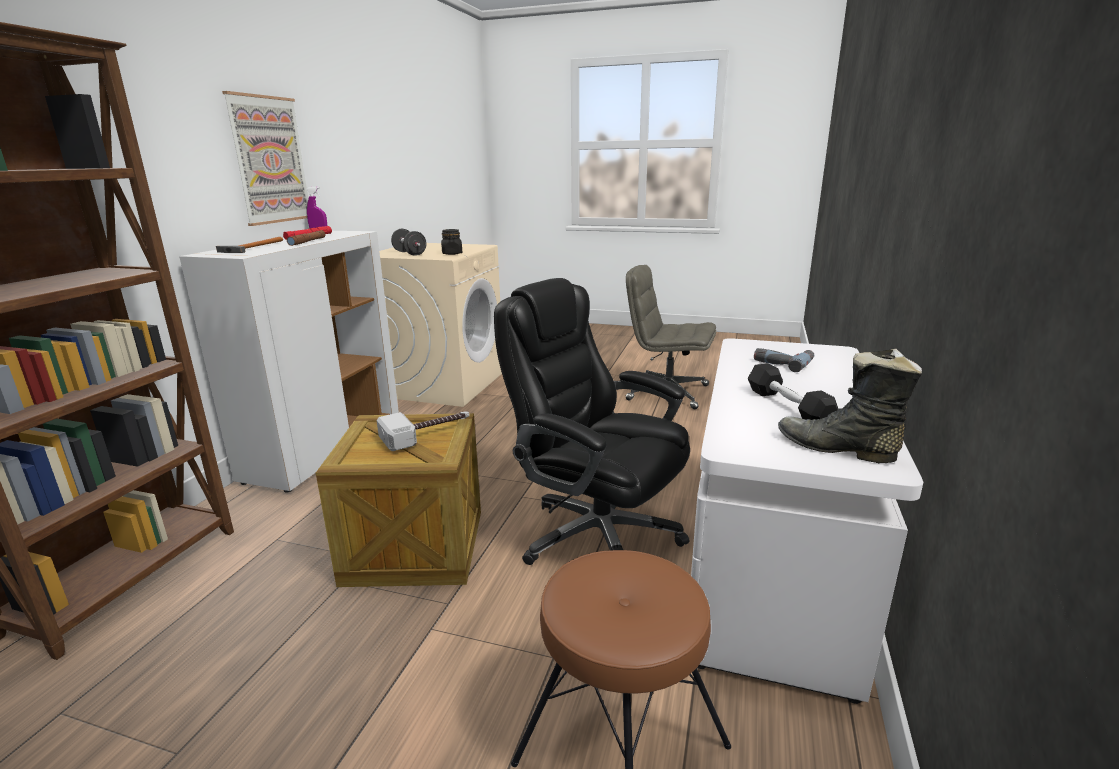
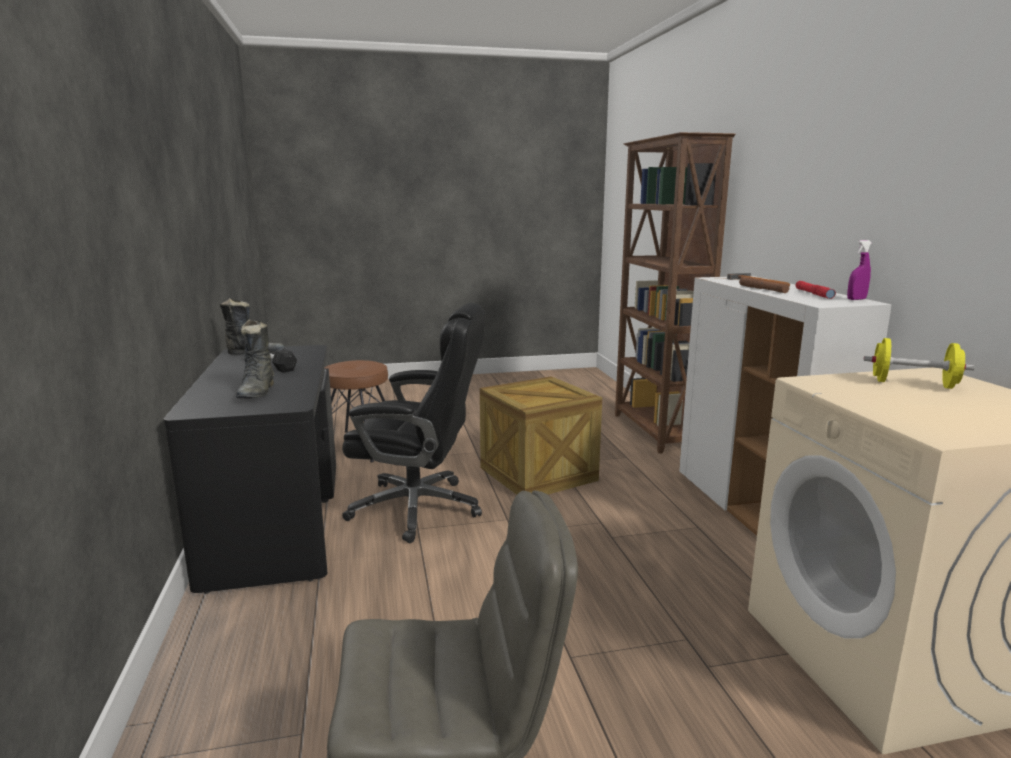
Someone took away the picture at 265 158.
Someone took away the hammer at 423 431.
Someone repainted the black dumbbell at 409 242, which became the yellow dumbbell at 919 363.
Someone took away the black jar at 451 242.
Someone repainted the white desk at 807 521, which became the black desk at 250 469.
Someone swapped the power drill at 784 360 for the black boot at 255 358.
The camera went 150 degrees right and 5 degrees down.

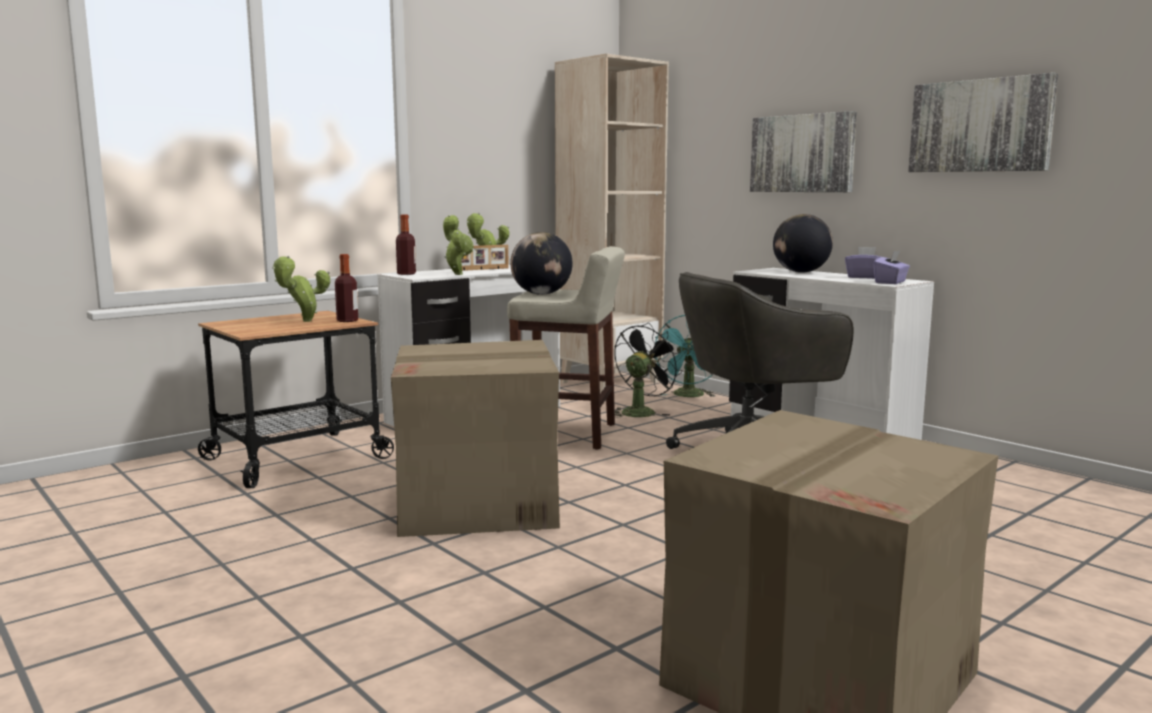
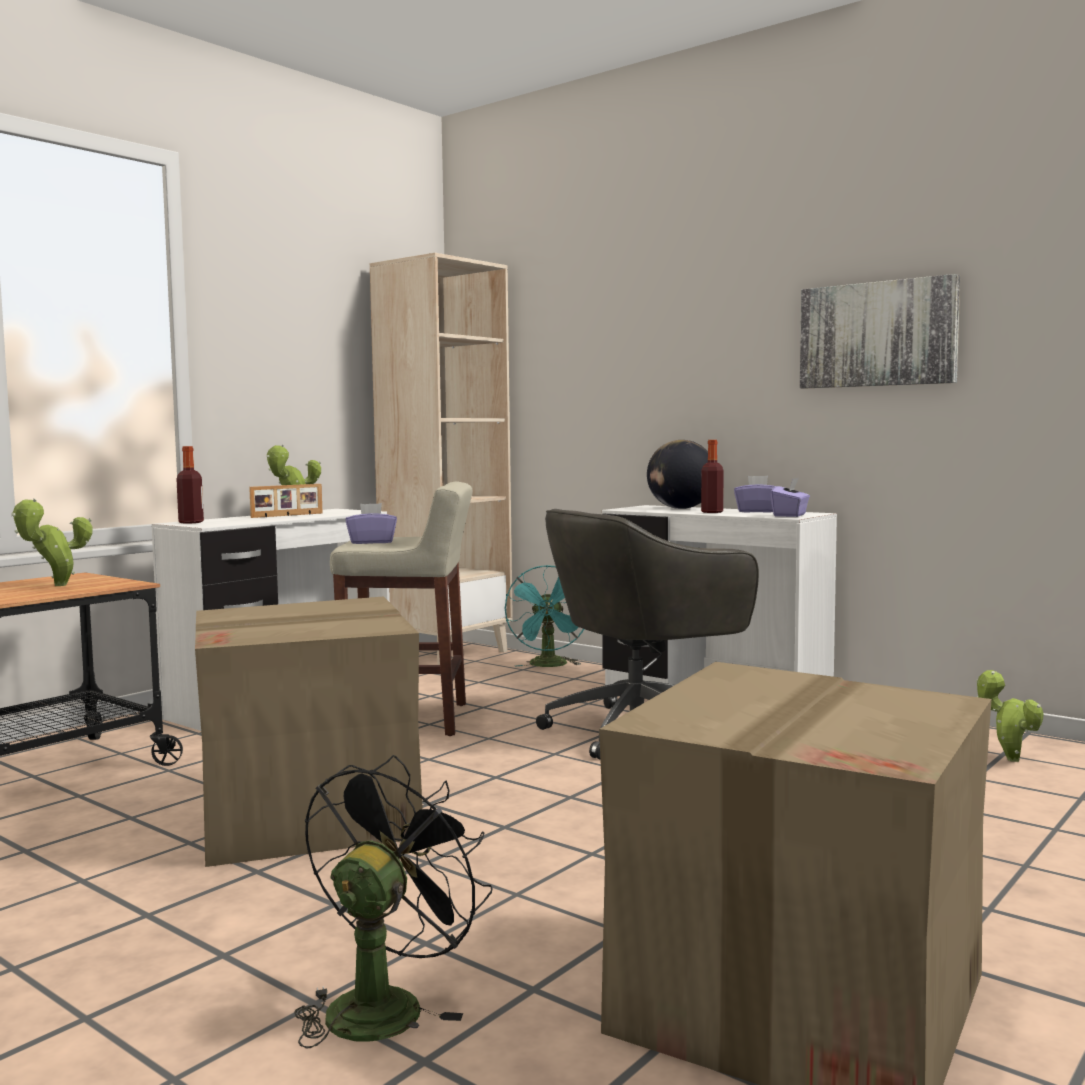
Someone carried the bottle from 346 288 to 712 476.
Someone carried the potted plant from 458 245 to 1009 716.
Someone swapped the globe at 541 263 for the purple tissue box at 371 523.
Someone carried the black fan from 648 370 to 393 902.
Someone took away the picture at 803 151.
The camera went 10 degrees left and 5 degrees down.

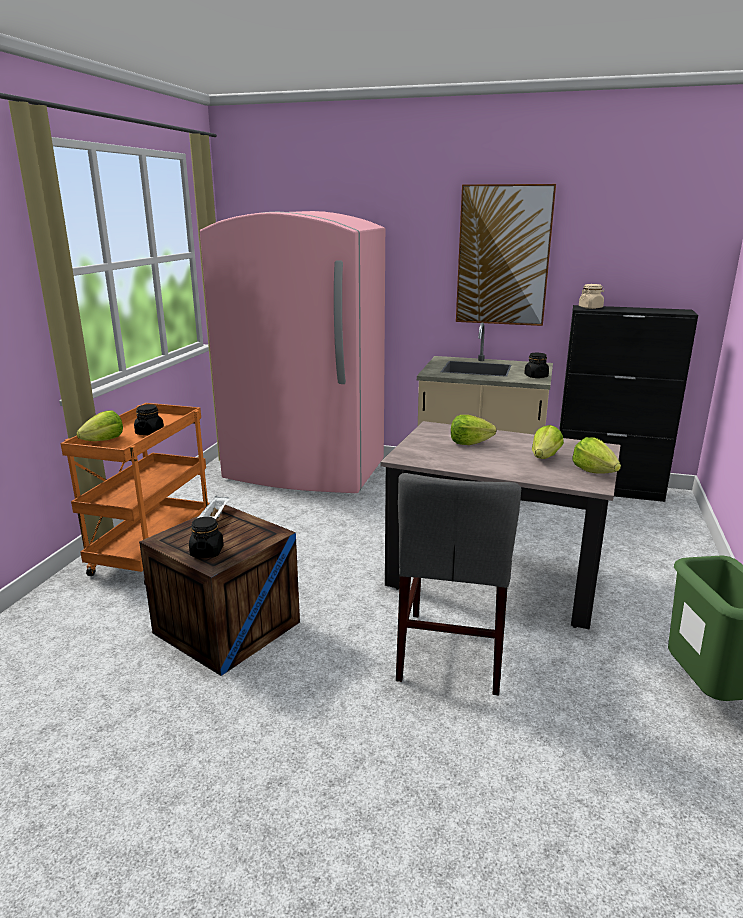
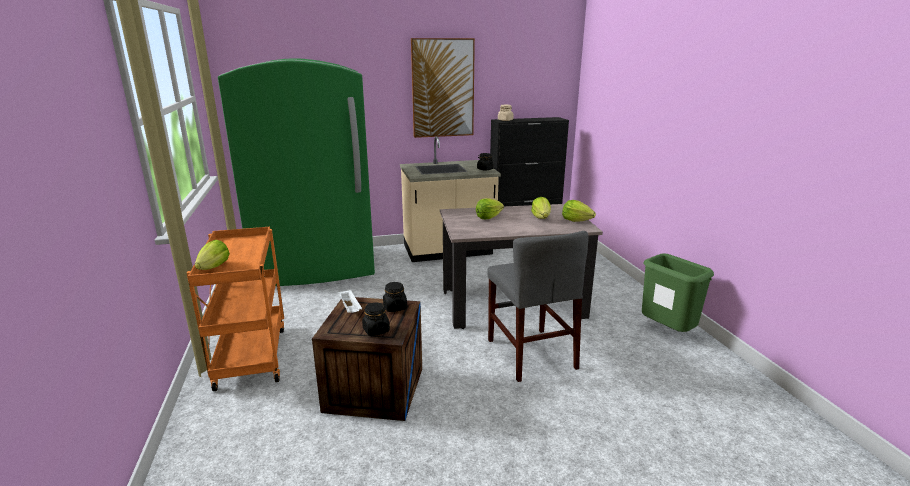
Someone carried the black jar from 149 419 to 395 297.
Someone repainted the pink fridge at 292 352, which became the green fridge at 296 172.
The camera went 30 degrees left and 0 degrees up.

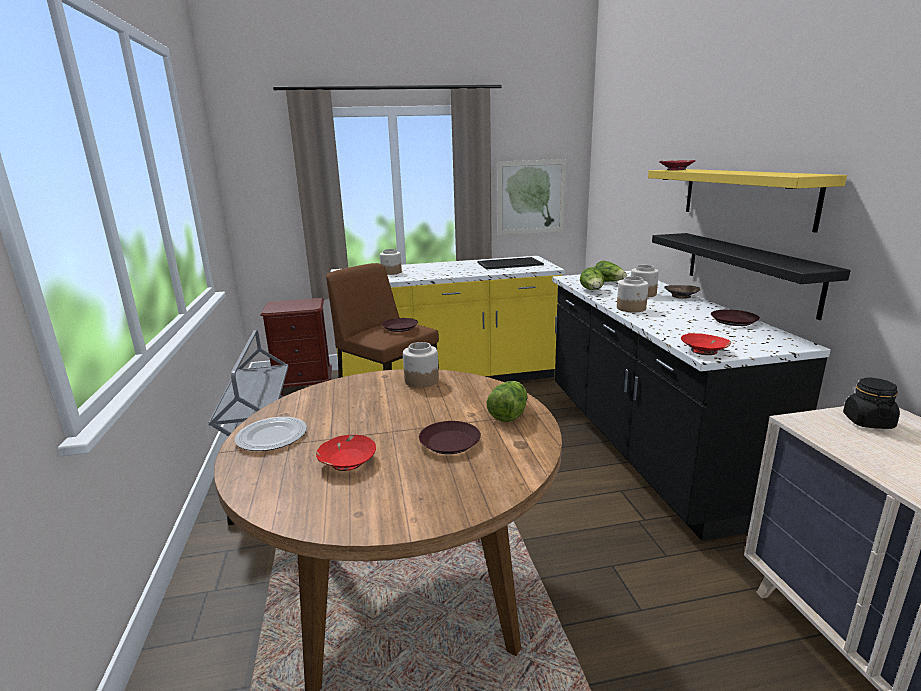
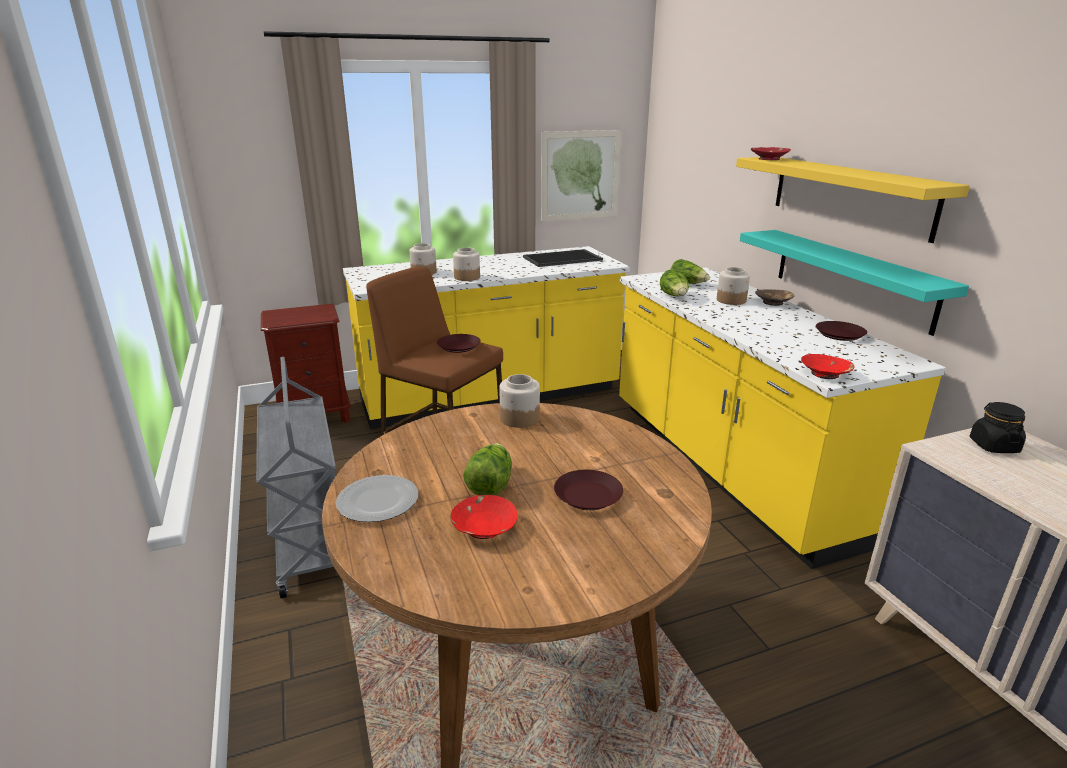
Someone carried the lettuce from 507 401 to 487 469.
Someone repainted the black counter at 691 406, which became the yellow counter at 782 418.
Someone carried the jar from 632 294 to 466 264.
Someone repainted the black shelf at 751 276, which became the turquoise shelf at 854 283.
The camera went 10 degrees left and 5 degrees up.

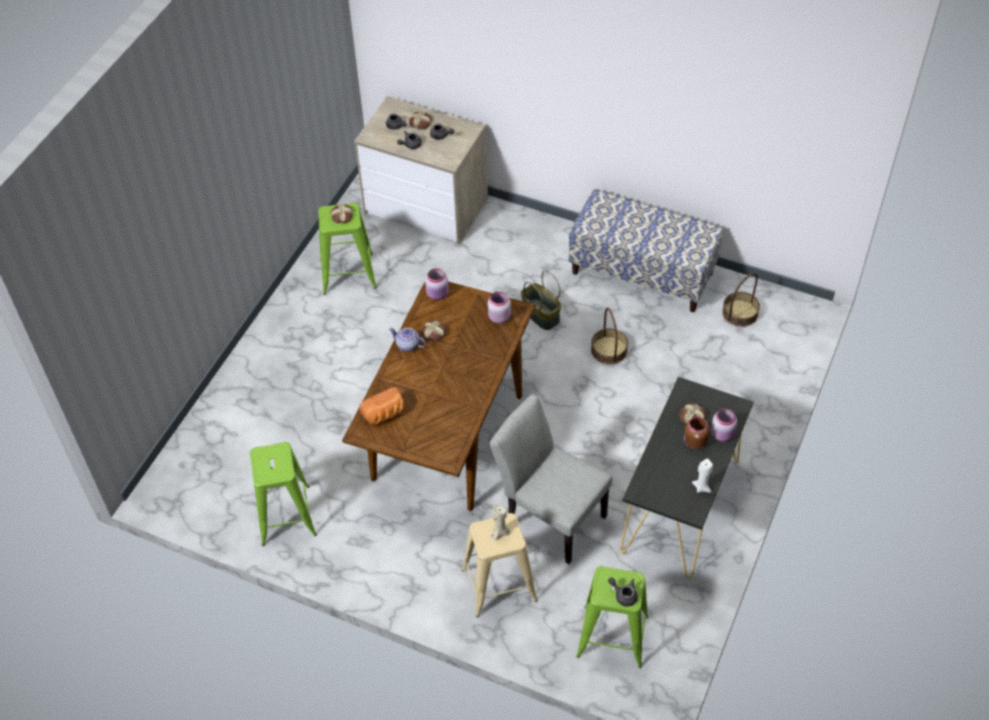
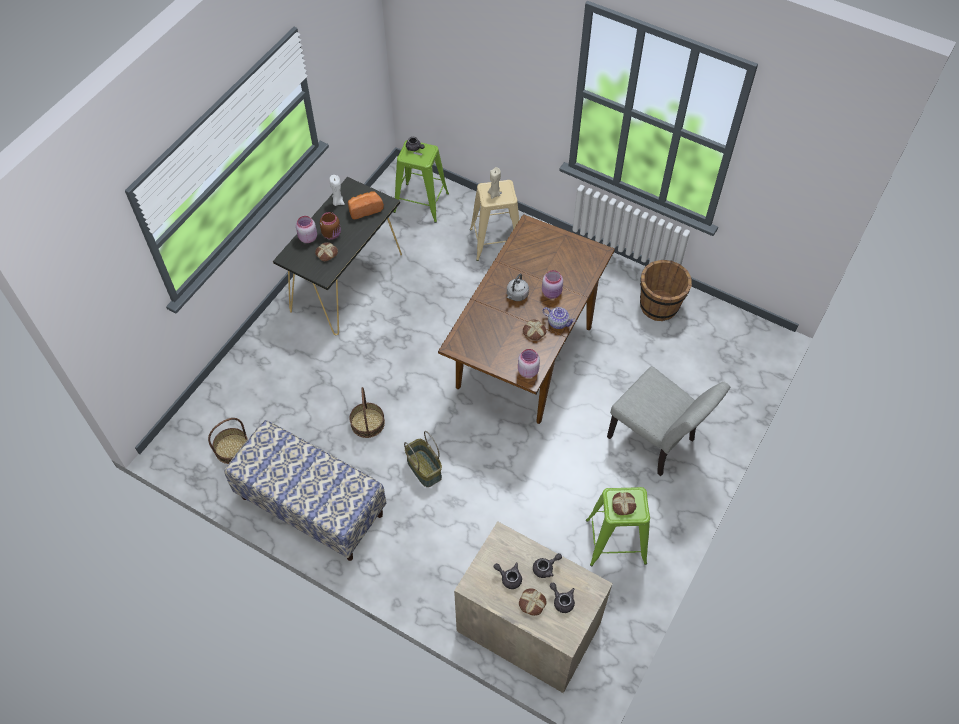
Someone swapped the green stool at 283 494 for the brown bucket at 666 290.
Someone carried the bread from 382 406 to 366 205.
Someone carried the pink jar from 499 307 to 552 284.
Someone carried the grey chair from 550 479 to 668 421.
Someone put down the grey kettle at 518 287.
The camera went 175 degrees left and 5 degrees up.

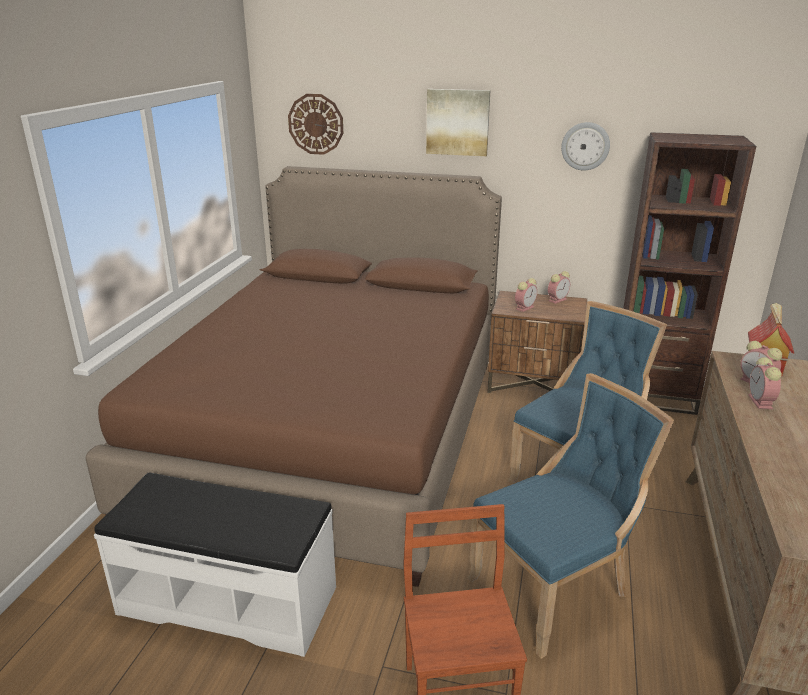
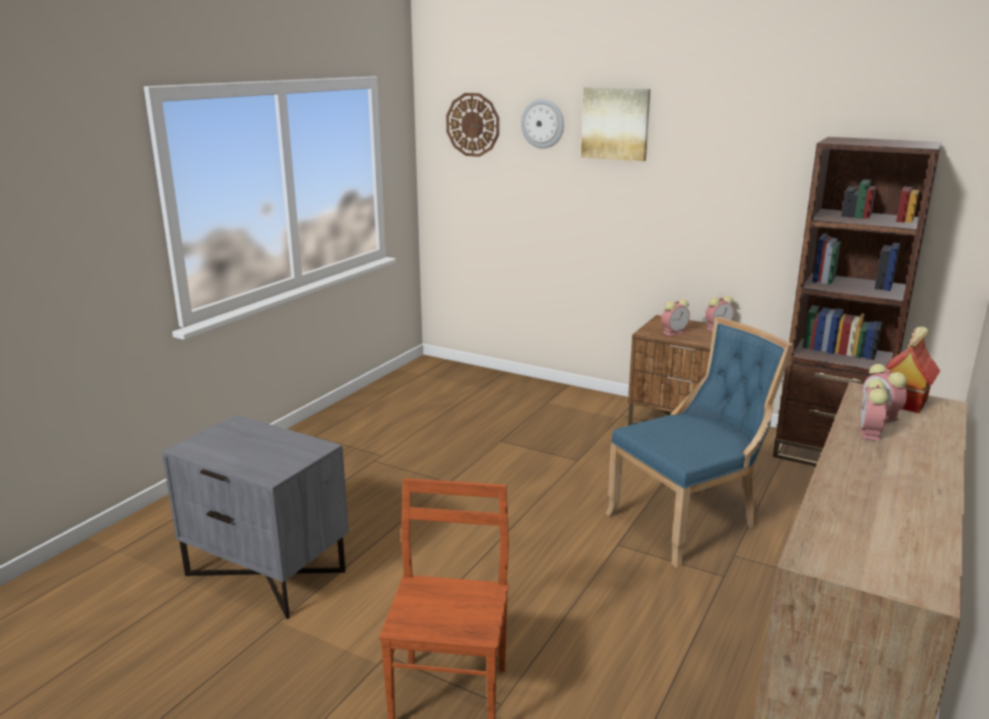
Someone took away the brown bed at 294 376.
Someone swapped the white bench at 215 564 for the grey nightstand at 255 517.
Someone took away the blue chair at 570 516.
Someone carried the wall clock from 585 146 to 542 124.
The camera went 15 degrees right and 5 degrees down.

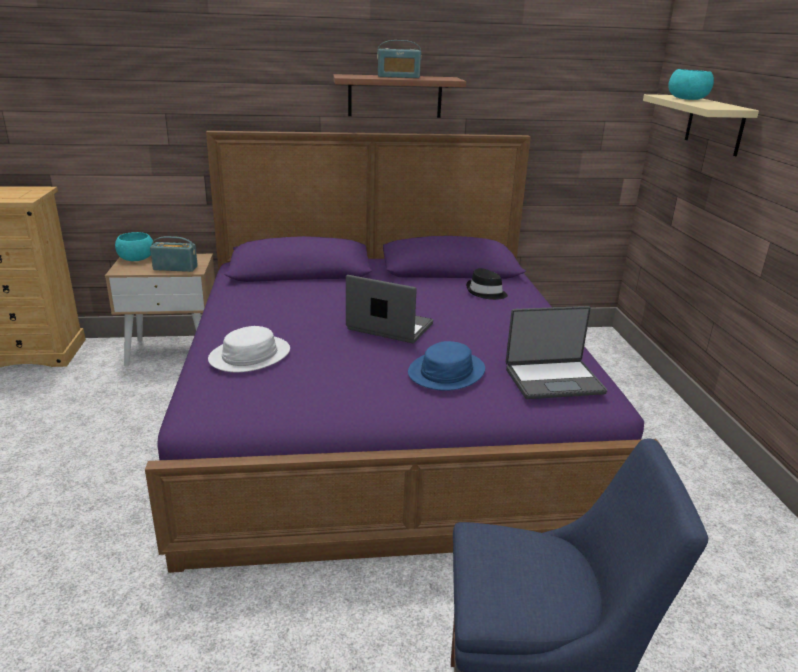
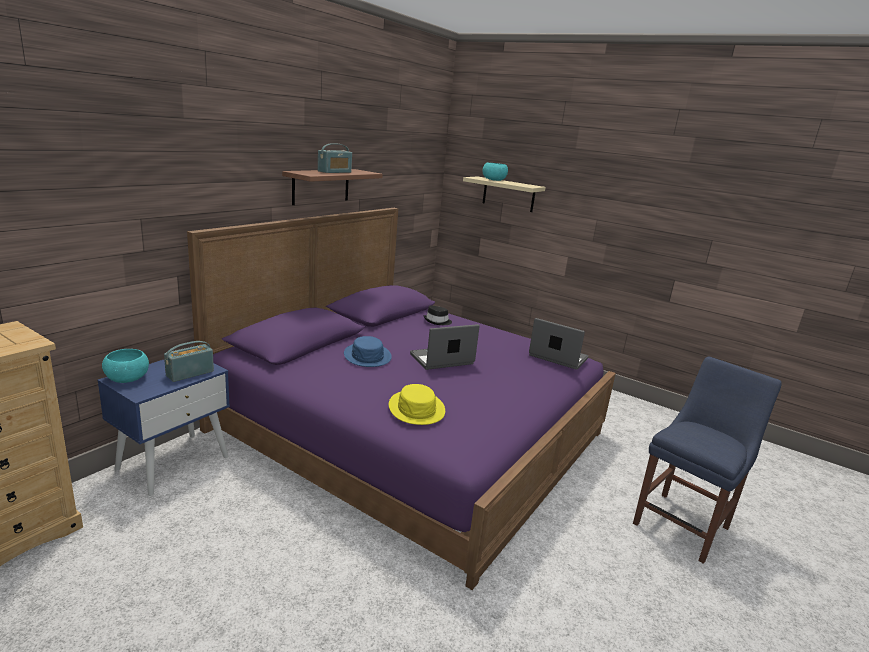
Someone repainted the beige nightstand at 160 310, which became the blue nightstand at 163 428.
Someone repainted the white hat at 249 349, which became the yellow hat at 417 404.
Someone carried the blue hat from 446 366 to 368 351.
Someone rotated the laptop at 556 352 by 90 degrees counterclockwise.
The camera went 50 degrees left and 5 degrees down.

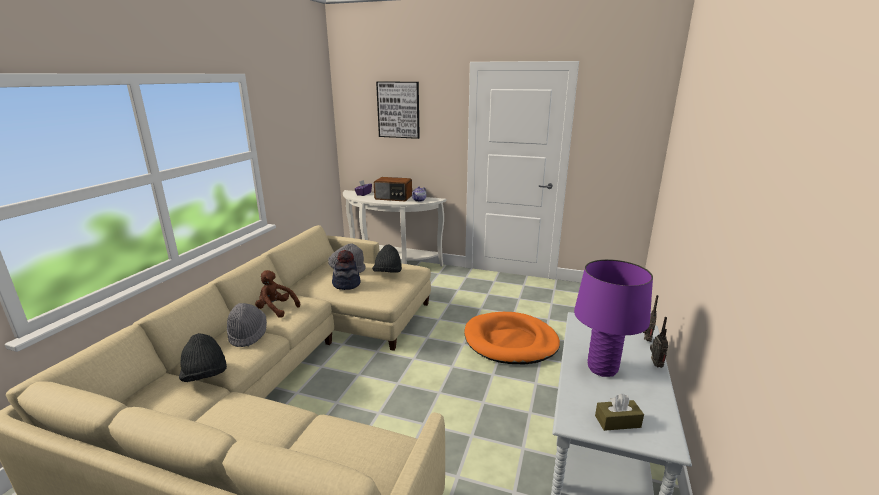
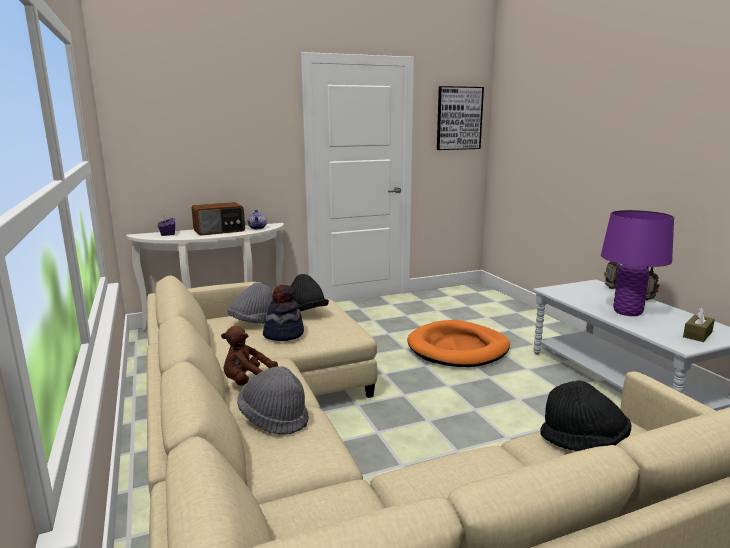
Someone carried the black hat from 203 357 to 586 416.
Someone carried the picture from 398 110 to 460 118.
The camera went 40 degrees left and 5 degrees down.

